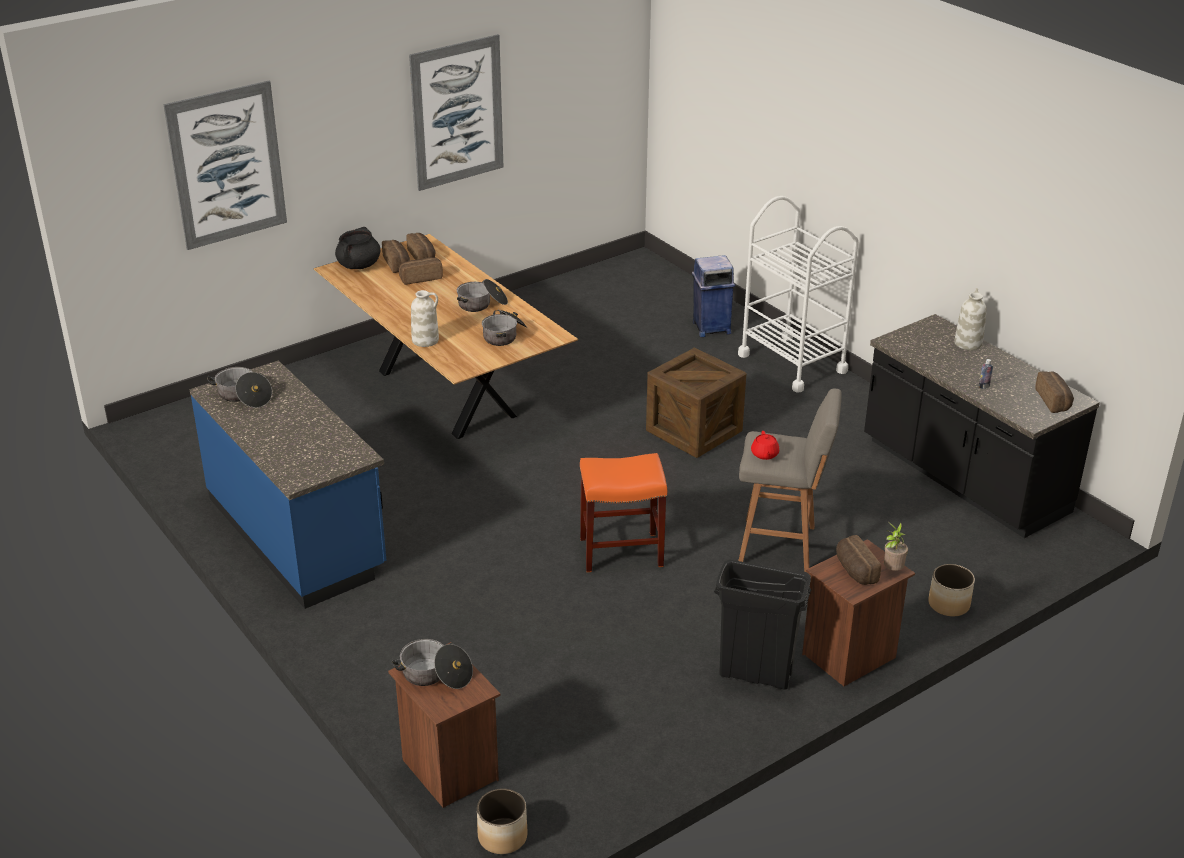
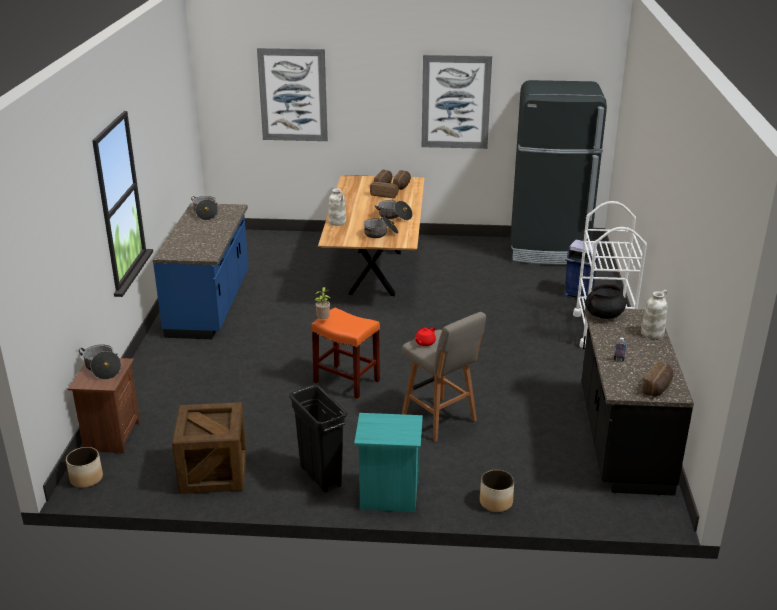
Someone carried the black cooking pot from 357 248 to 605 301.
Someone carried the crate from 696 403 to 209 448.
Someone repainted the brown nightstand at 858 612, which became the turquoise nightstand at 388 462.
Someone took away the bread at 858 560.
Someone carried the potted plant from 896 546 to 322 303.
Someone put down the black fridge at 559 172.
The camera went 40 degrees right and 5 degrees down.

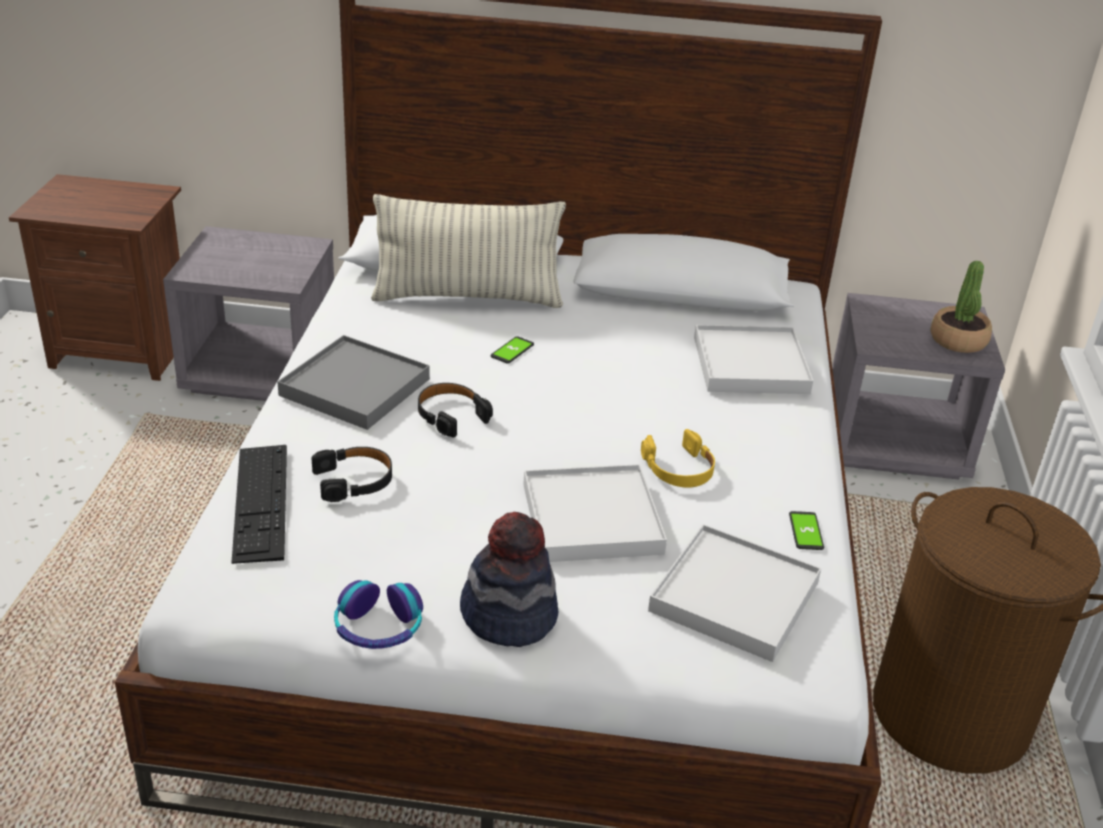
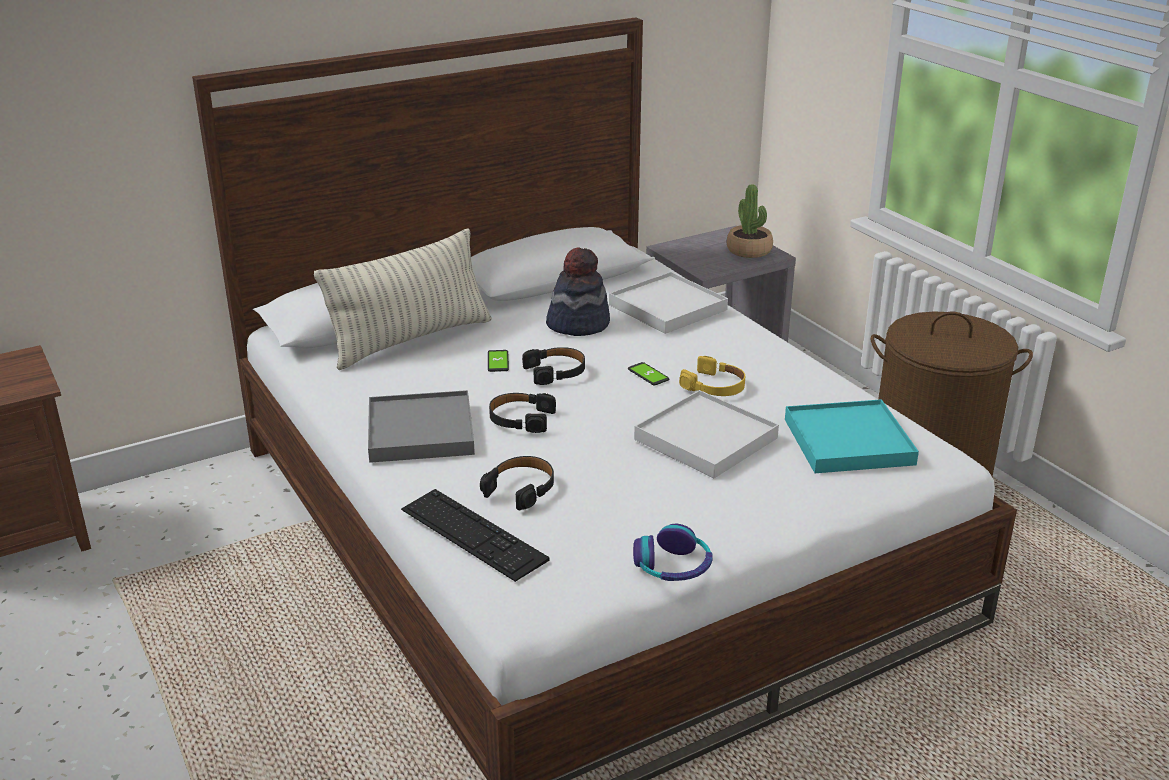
Someone took away the grey nightstand at 248 313.
Someone carried the hat from 509 579 to 578 291.
Someone repainted the white tray at 734 593, which became the turquoise tray at 852 436.
Someone carried the phone from 806 530 to 648 373.
Someone put down the black headphones at 553 366.
The camera went 35 degrees left and 5 degrees down.

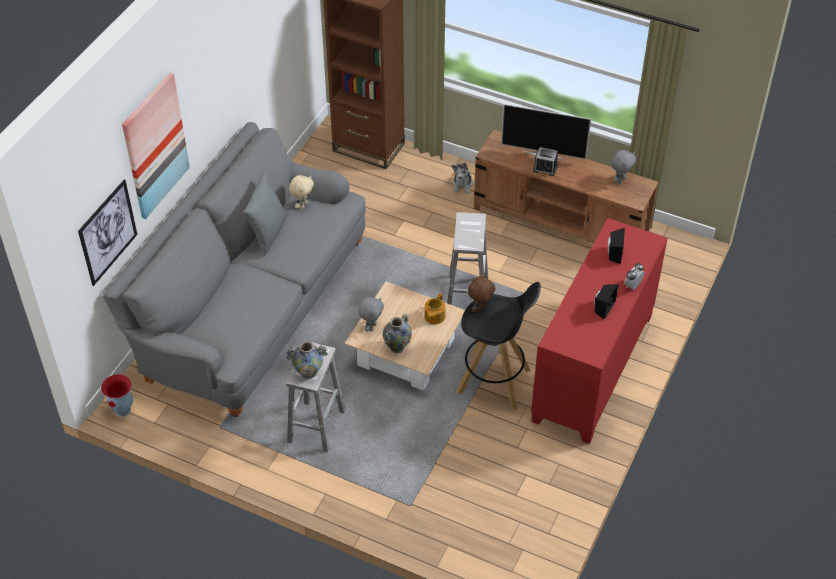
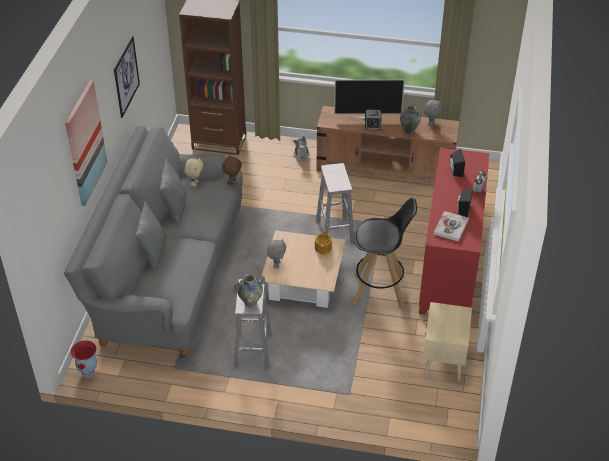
Someone carried the picture from 107 232 to 127 77.
Someone carried the vase from 397 333 to 410 118.
Someone carried the brown plush toy from 481 293 to 232 170.
Someone put down the grey pillow at 151 237.
Someone put down the beige nightstand at 447 341.
Someone put down the book at 451 226.
The camera went 15 degrees left and 5 degrees down.

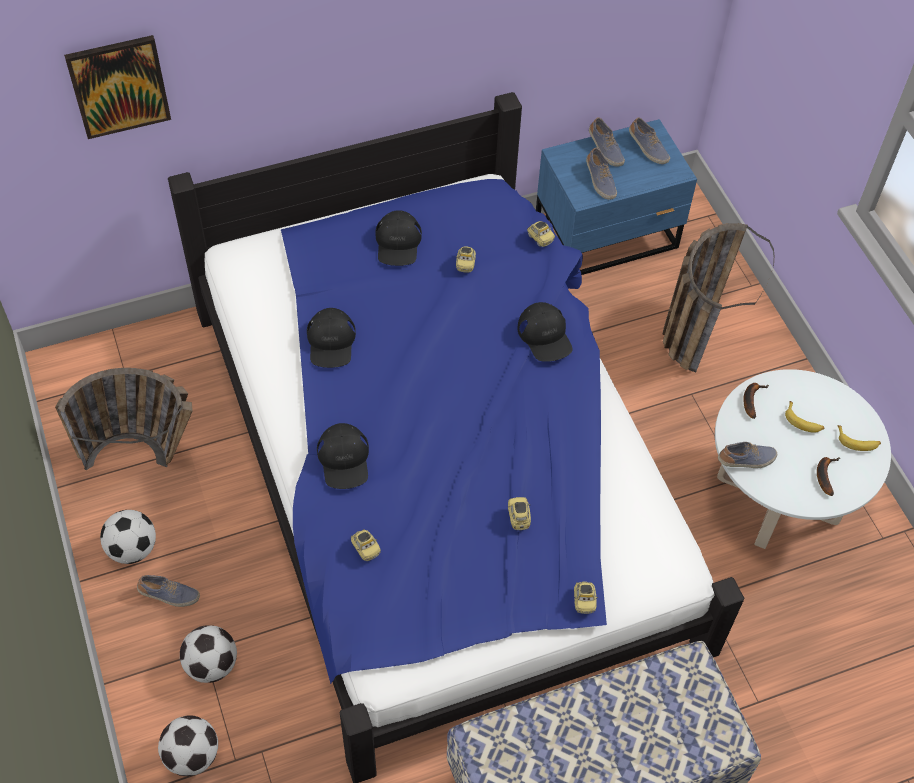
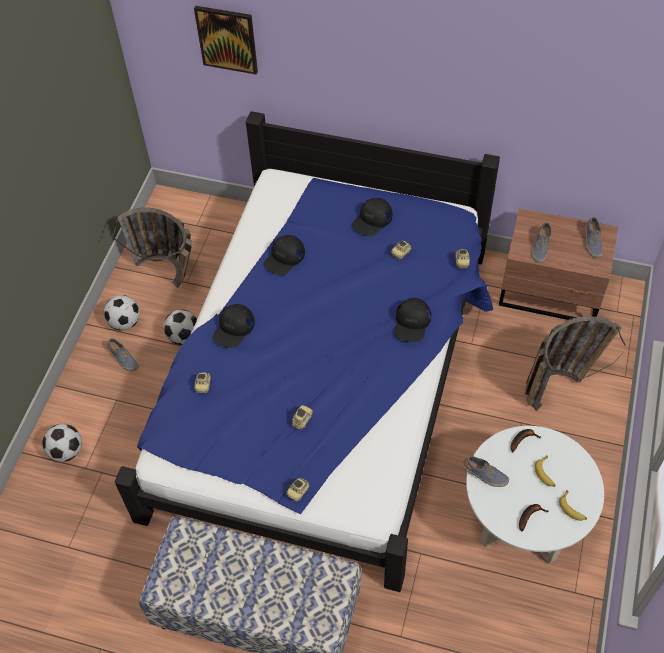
Someone carried the football from 208 654 to 180 327.
Someone repainted the blue nightstand at 616 197, which became the brown nightstand at 558 264.
Someone took away the shoe at 607 142.
The camera went 40 degrees right and 0 degrees up.

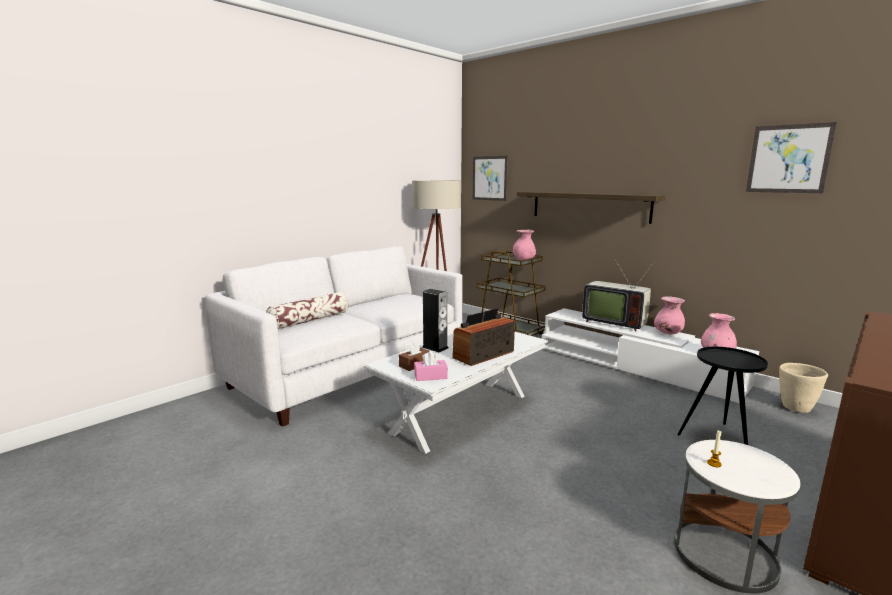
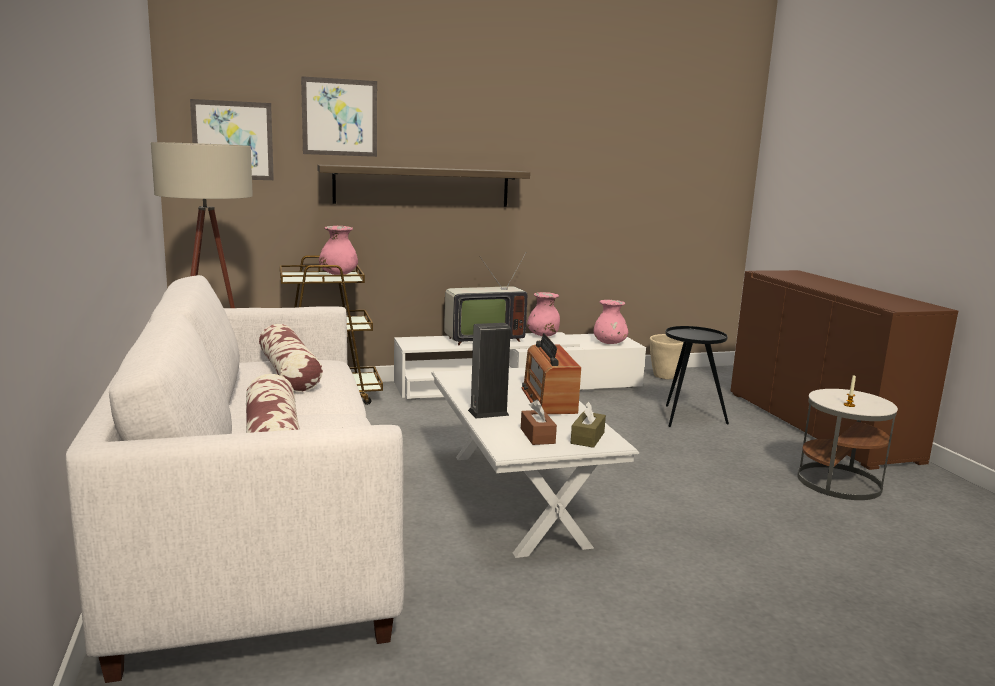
Someone repainted the pink tissue box at 431 366, which became the brown tissue box at 588 424.
Someone carried the picture from 791 157 to 339 116.
Someone put down the pillow at 291 358.
The camera went 60 degrees left and 0 degrees up.

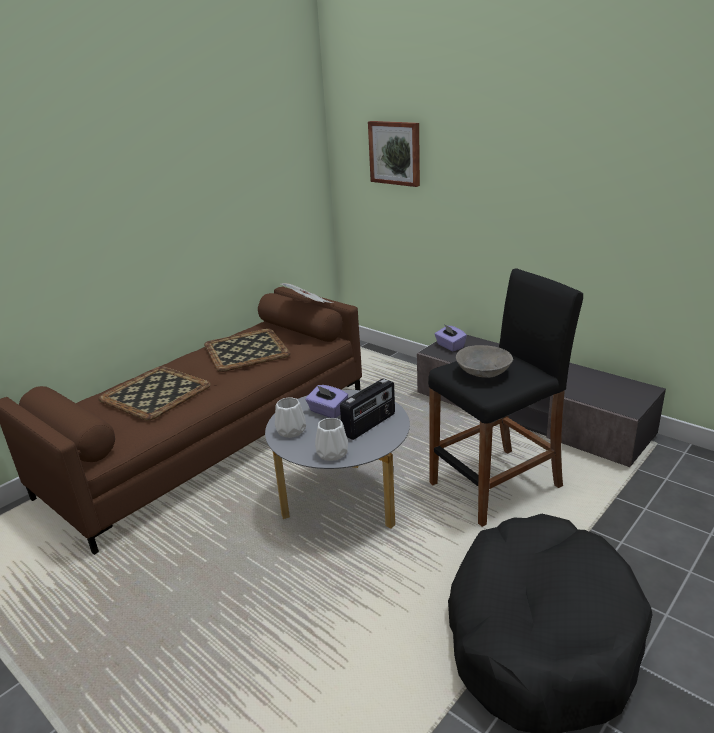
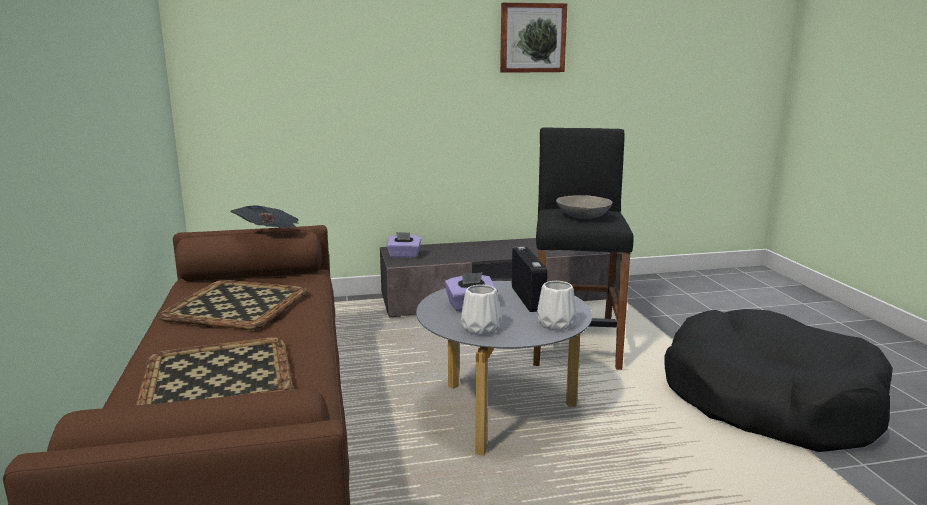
Someone carried the picture from 394 154 to 533 38.
The camera went 55 degrees left and 10 degrees down.

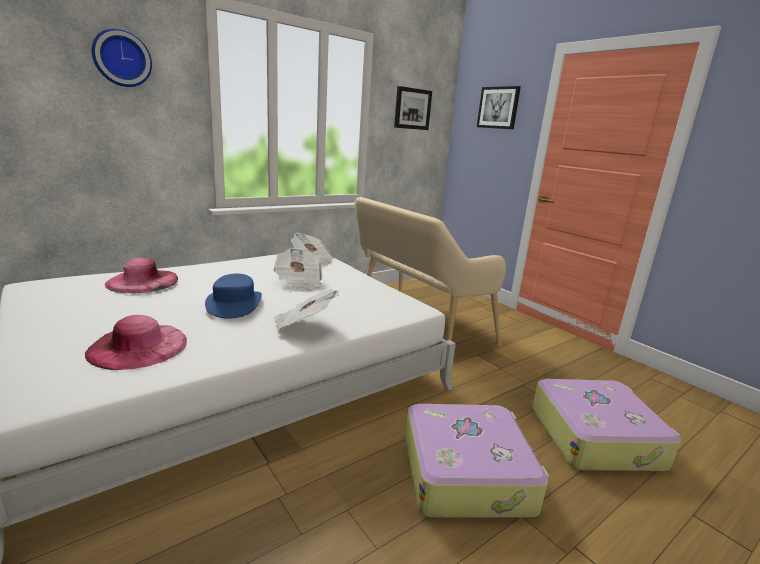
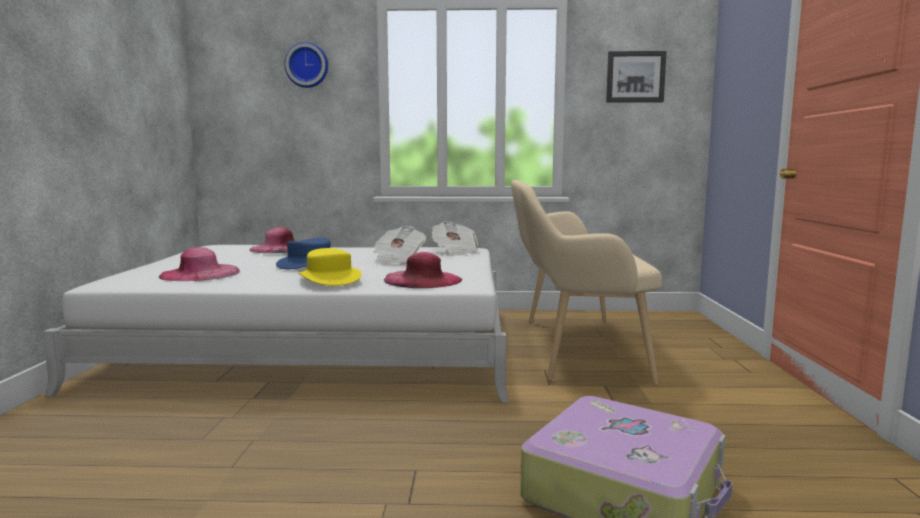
Someone swapped the newspaper at 306 309 for the yellow hat at 330 267.
Someone took away the suitcase at 477 461.
Someone took away the picture at 499 107.
Someone put down the pink hat at 423 270.
The camera went 40 degrees right and 10 degrees down.

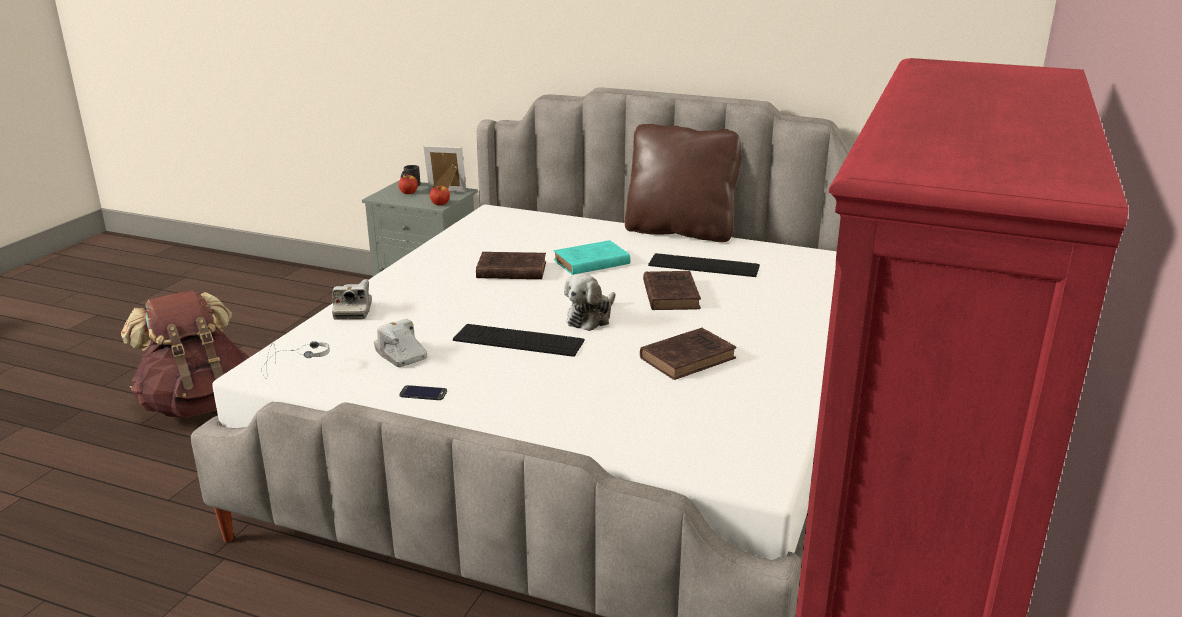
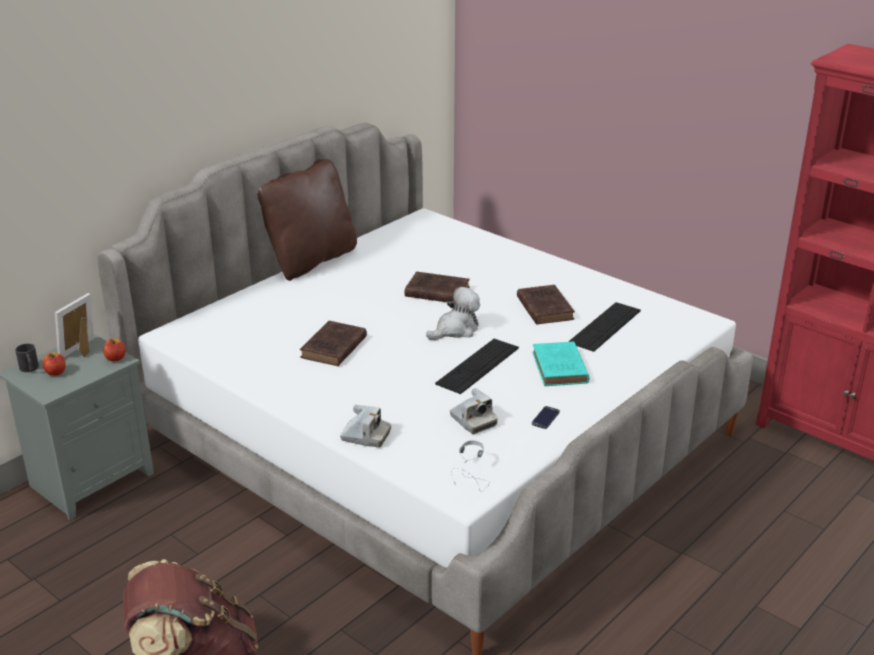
Someone rotated the photo camera at 400 343 by 105 degrees counterclockwise.
Someone carried the turquoise book from 592 257 to 561 363.
Someone rotated the plush toy at 589 302 by 90 degrees counterclockwise.
Someone carried the keyboard from 704 265 to 604 327.
The camera went 70 degrees left and 5 degrees up.

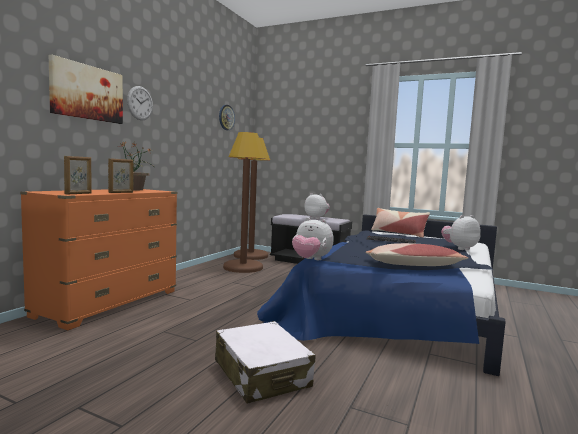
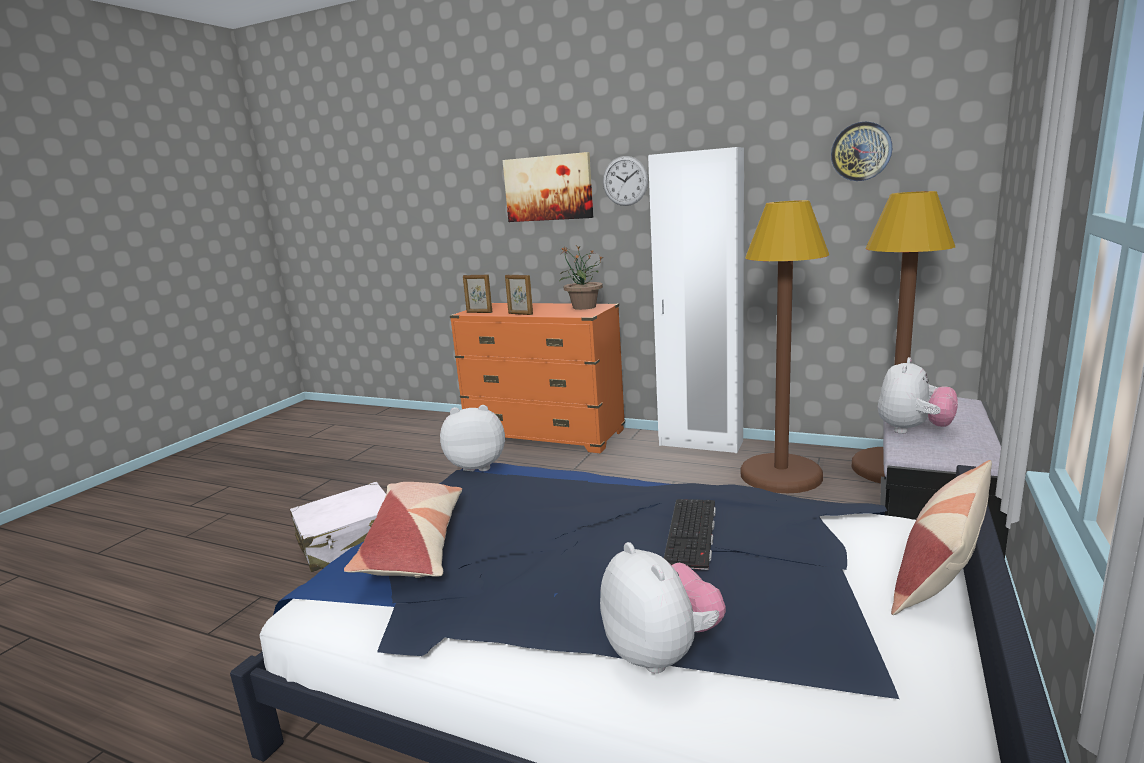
Someone rotated the plush toy at 313 238 by 60 degrees clockwise.
Someone put down the white wardrobe at 696 300.
The camera went 90 degrees right and 10 degrees up.

